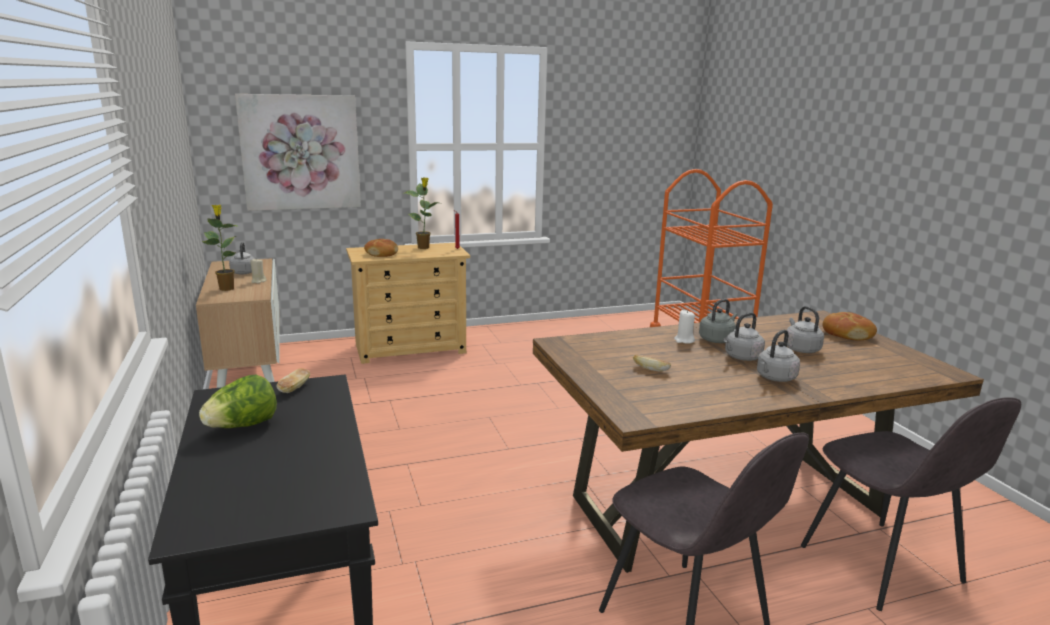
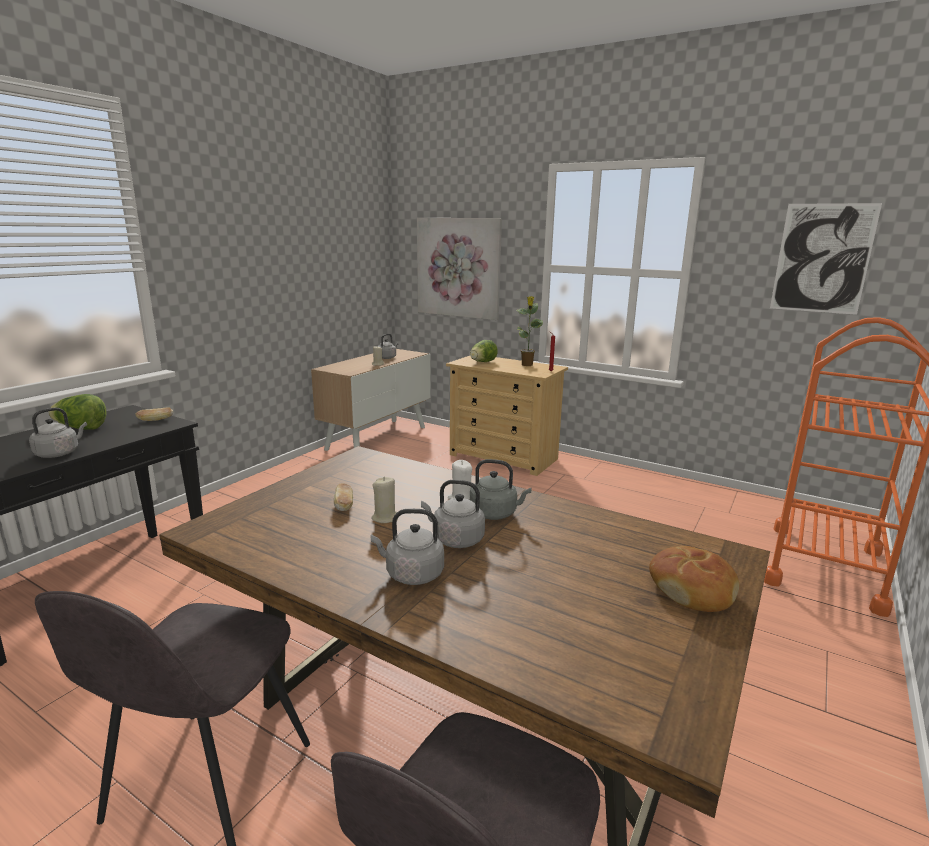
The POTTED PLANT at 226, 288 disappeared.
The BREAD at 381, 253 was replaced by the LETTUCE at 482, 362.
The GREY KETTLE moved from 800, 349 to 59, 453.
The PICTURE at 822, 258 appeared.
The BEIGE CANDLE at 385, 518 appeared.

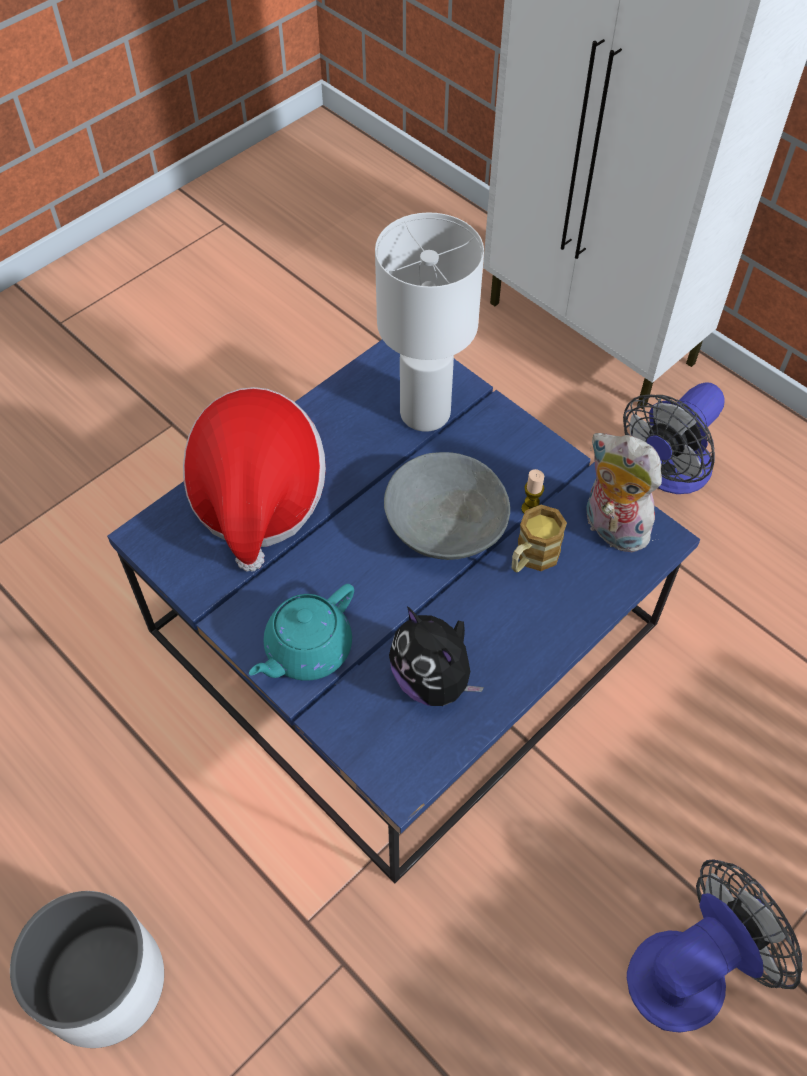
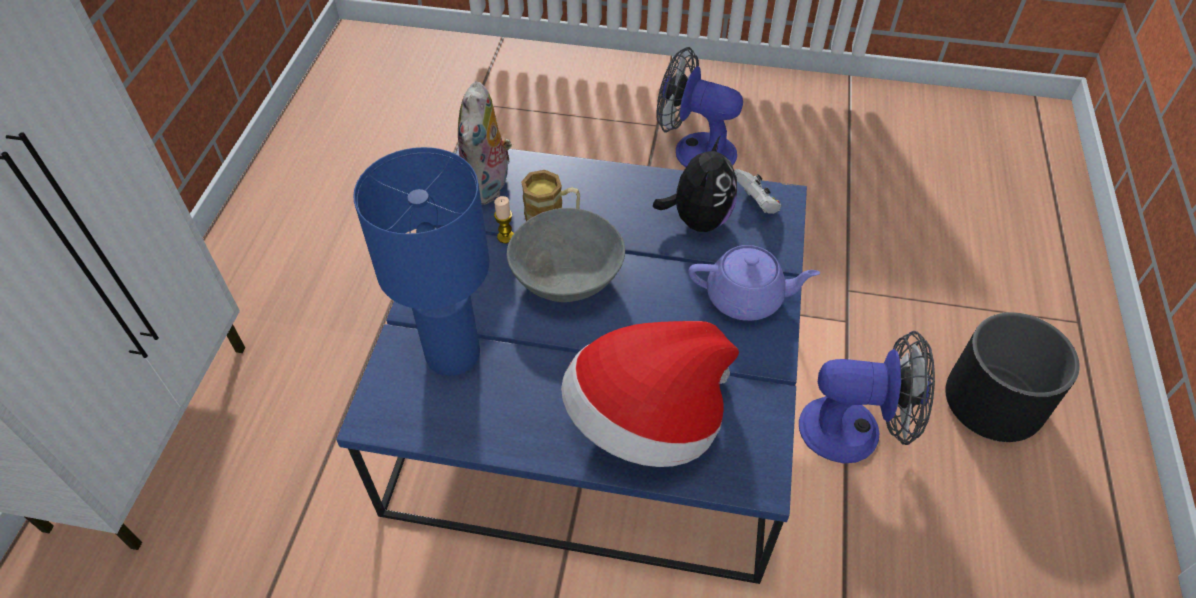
The WHITE TABLE LAMP at 423, 413 became the BLUE TABLE LAMP at 453, 355.
The FAN moved from 668, 473 to 854, 430.
The TURQUOISE TEAPOT at 307, 650 became the PURPLE TEAPOT at 746, 298.
The WHITE PLANTER at 103, 982 became the BLACK PLANTER at 993, 403.
The WHITE GAME CONTROLLER at 755, 204 appeared.

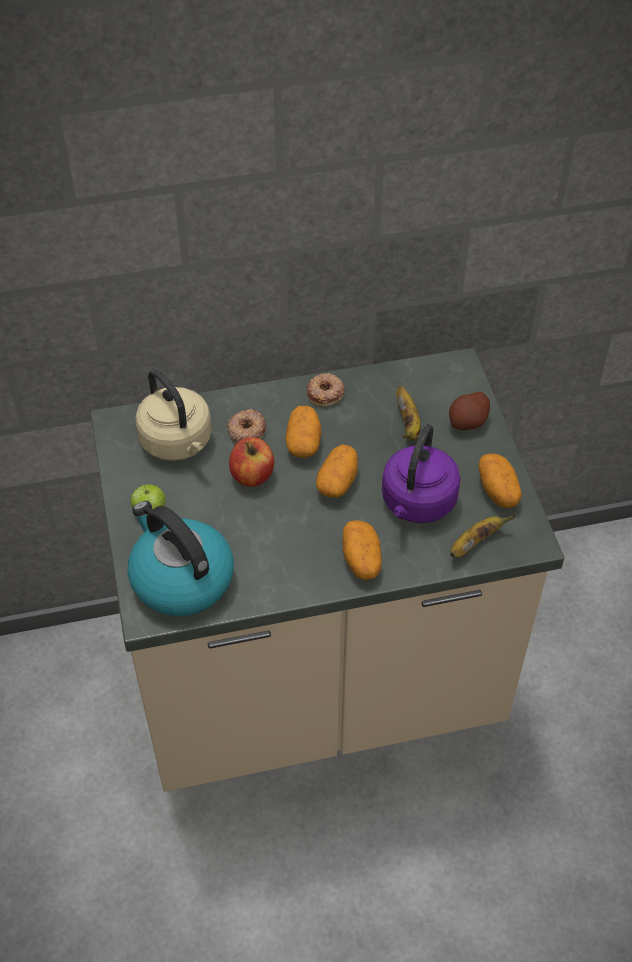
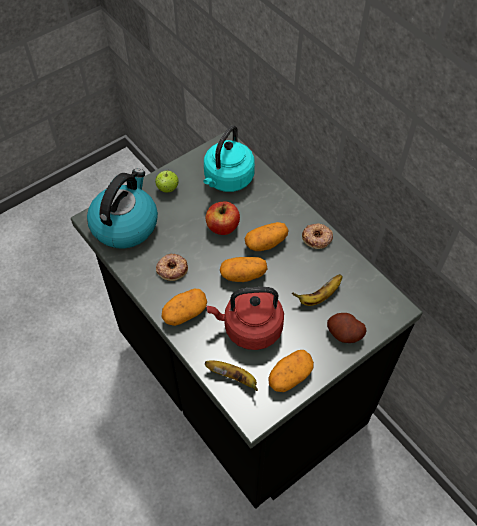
The BEIGE COUNTER at 316, 684 became the BLACK COUNTER at 238, 384.
The BEIGE KETTLE at 178, 443 became the TURQUOISE KETTLE at 227, 180.
The DONUT moved from 246, 430 to 172, 269.
The PURPLE KETTLE at 417, 503 became the RED KETTLE at 249, 328.

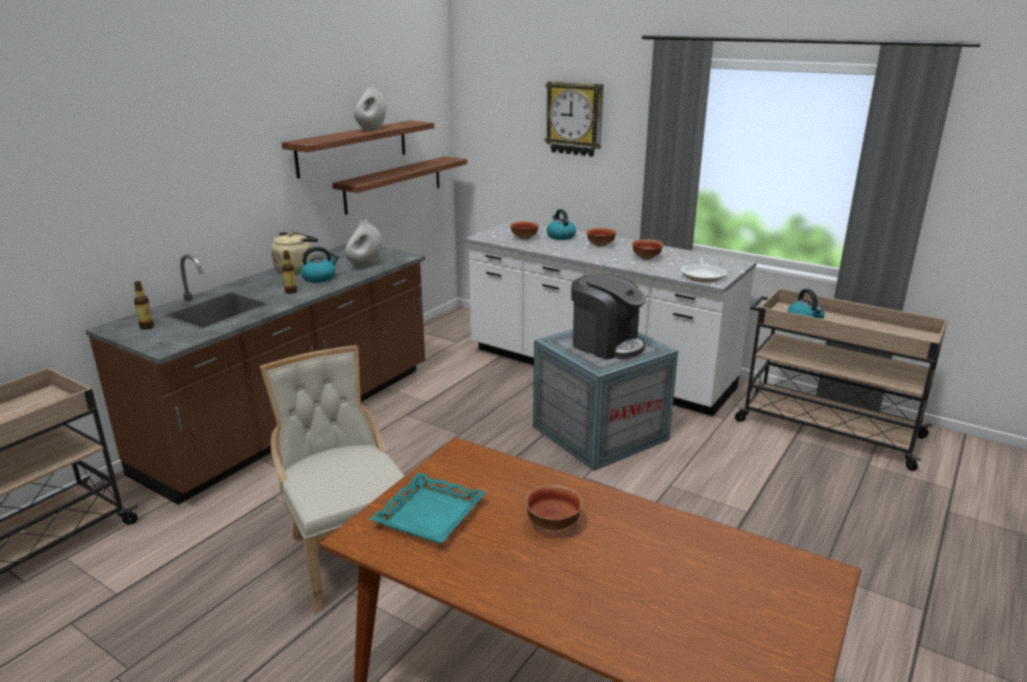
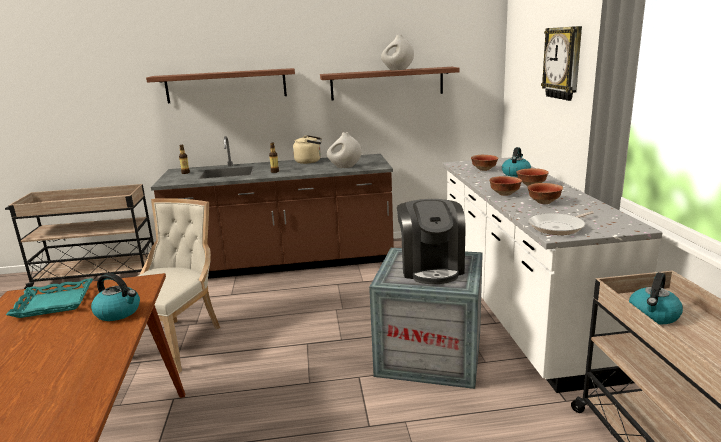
The SHELF moved from 394, 184 to 226, 85.
The KETTLE moved from 319, 278 to 119, 312.
The BOWL moved from 552, 523 to 504, 194.

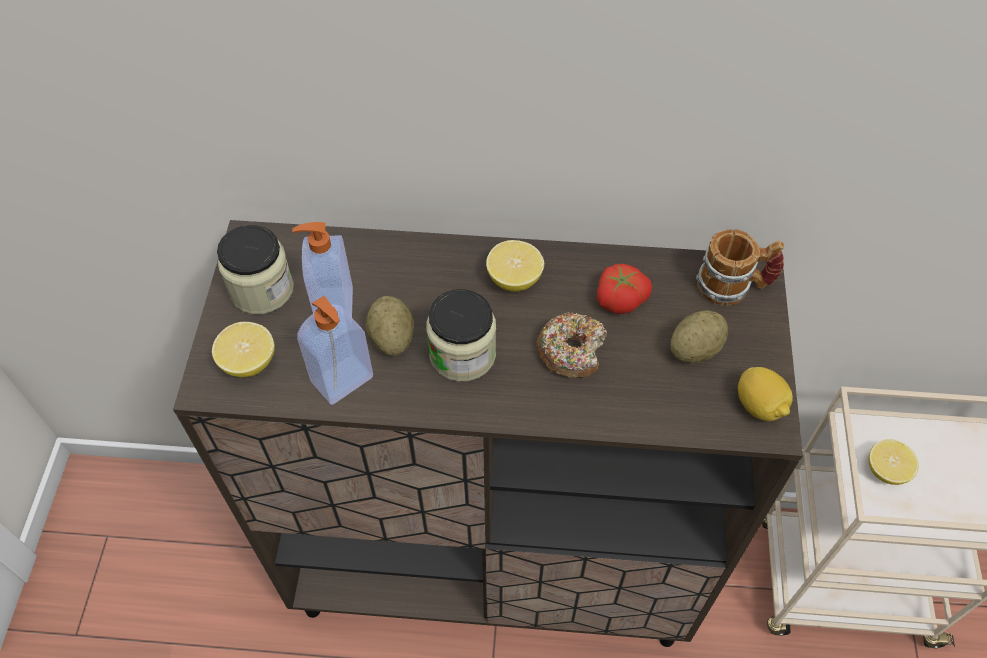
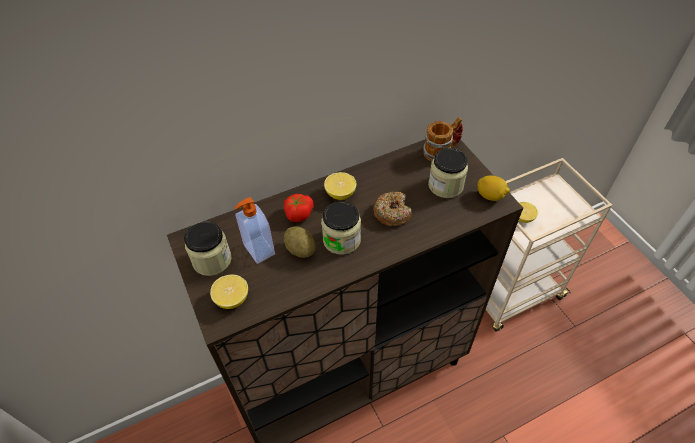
The TOMATO moved from 619, 298 to 298, 213.
The SOAP DISPENSER at 343, 381 disappeared.
The POTATO at 695, 349 was replaced by the JAR at 445, 185.

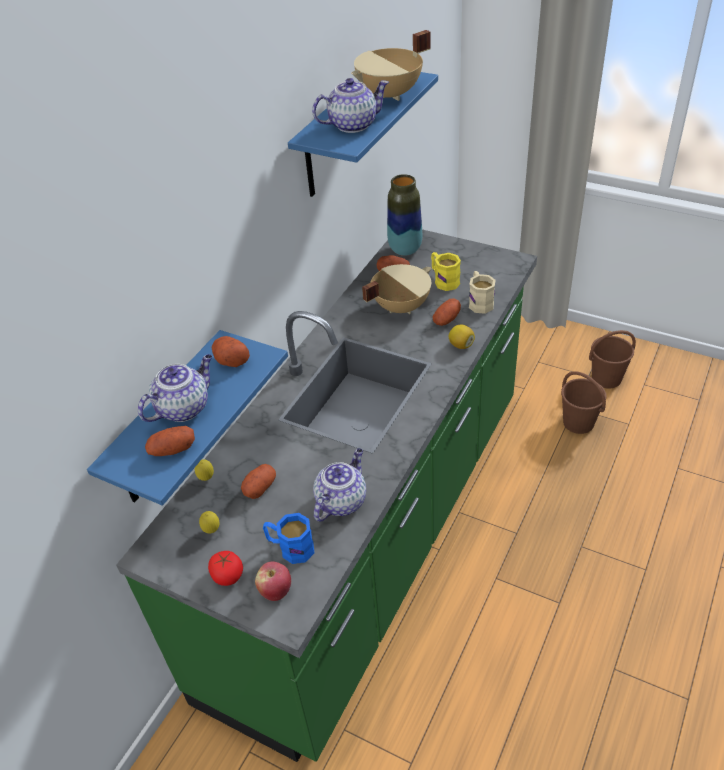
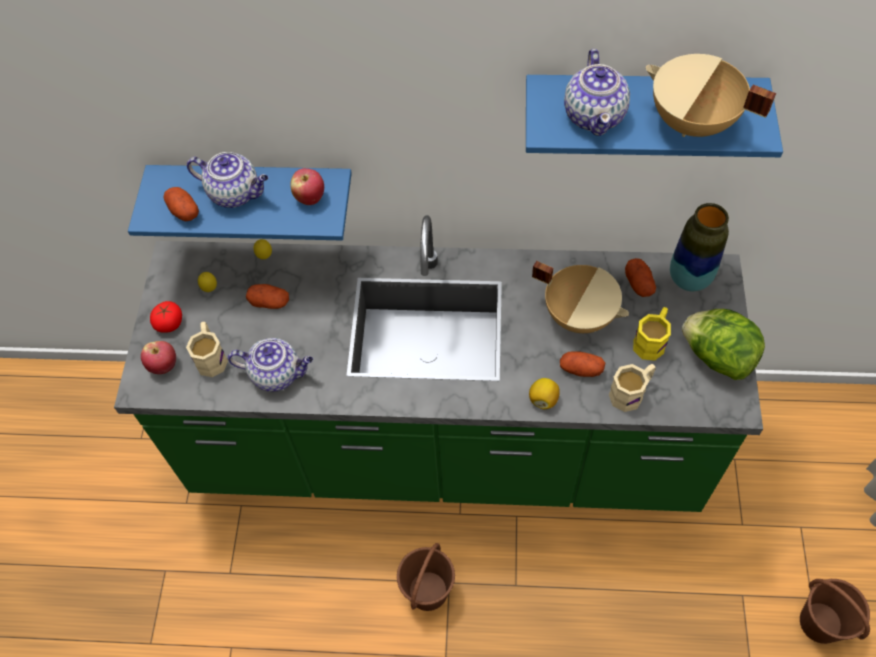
The TEAPOT at 352, 125 turned 45 degrees clockwise.
The POTATO at 231, 360 was replaced by the APPLE at 310, 198.
The BROWN BUCKET moved from 579, 423 to 427, 591.
The BLUE MUG at 290, 548 became the BEIGE MUG at 211, 356.
The LETTUCE at 717, 356 appeared.

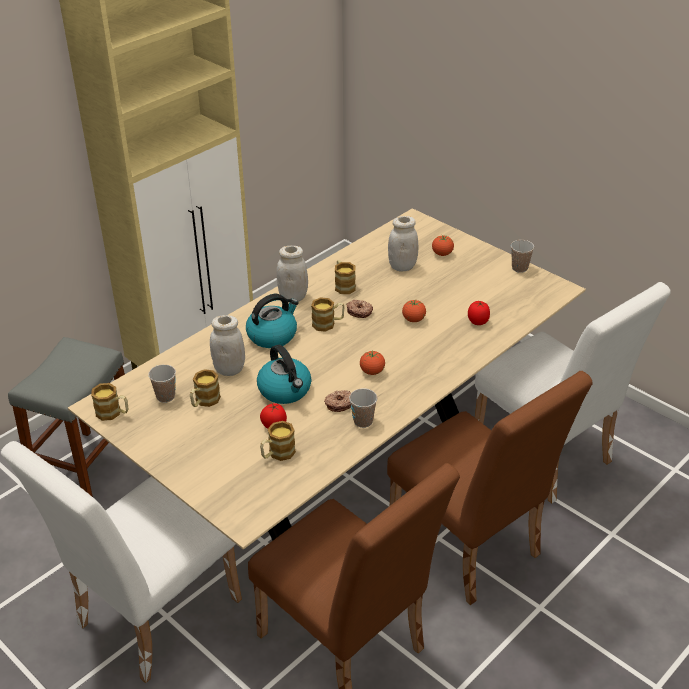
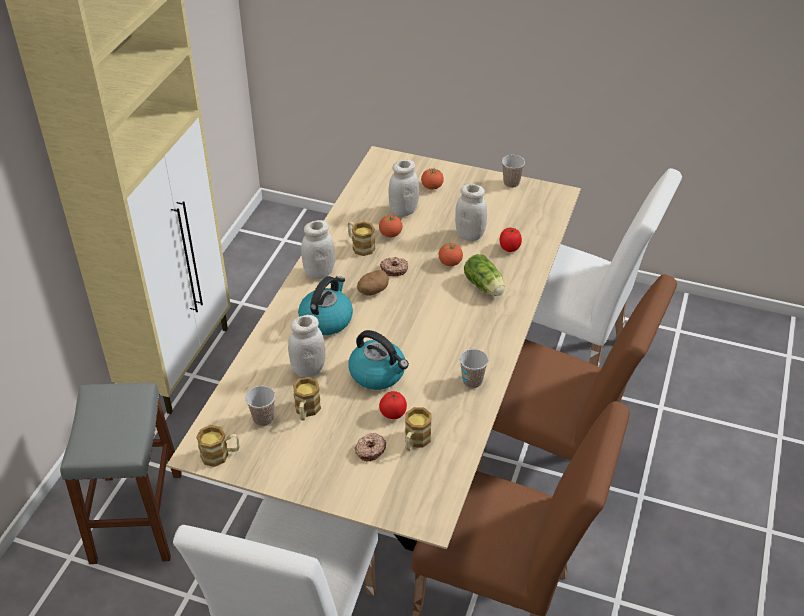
The MUG at 328, 324 was replaced by the POTATO at 372, 291.
The TOMATO moved from 372, 371 to 390, 234.
The DONUT moved from 339, 404 to 370, 450.
The WHITE JAR at 470, 235 appeared.
The LETTUCE at 485, 287 appeared.

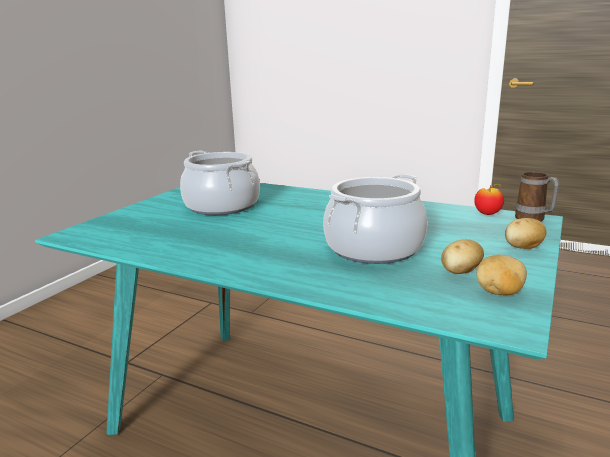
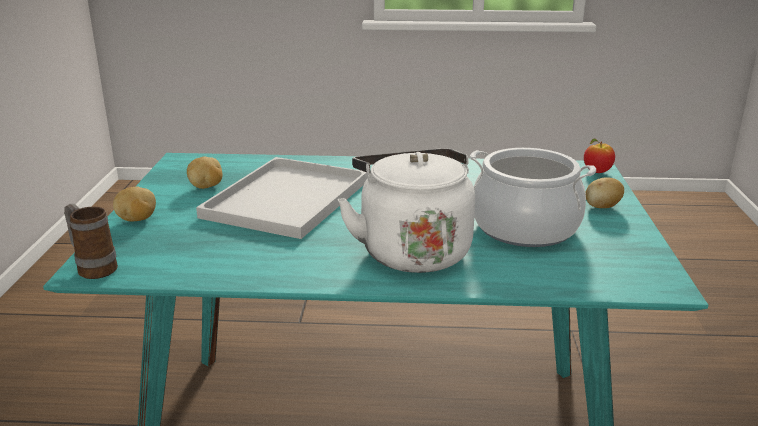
The COOKING POT at 374, 248 was replaced by the WHITE TRAY at 287, 197.
The APPLE moved from 487, 214 to 597, 172.
The POTATO moved from 499, 293 to 602, 207.
The WHITE KETTLE at 412, 250 appeared.

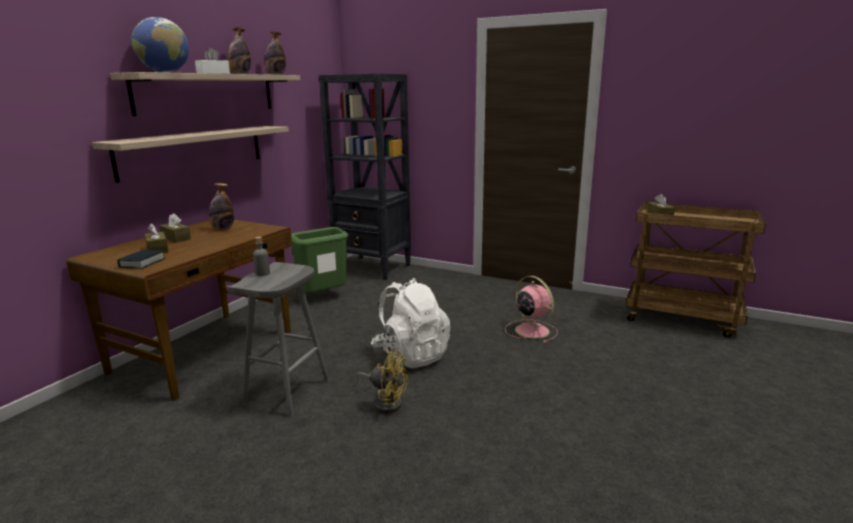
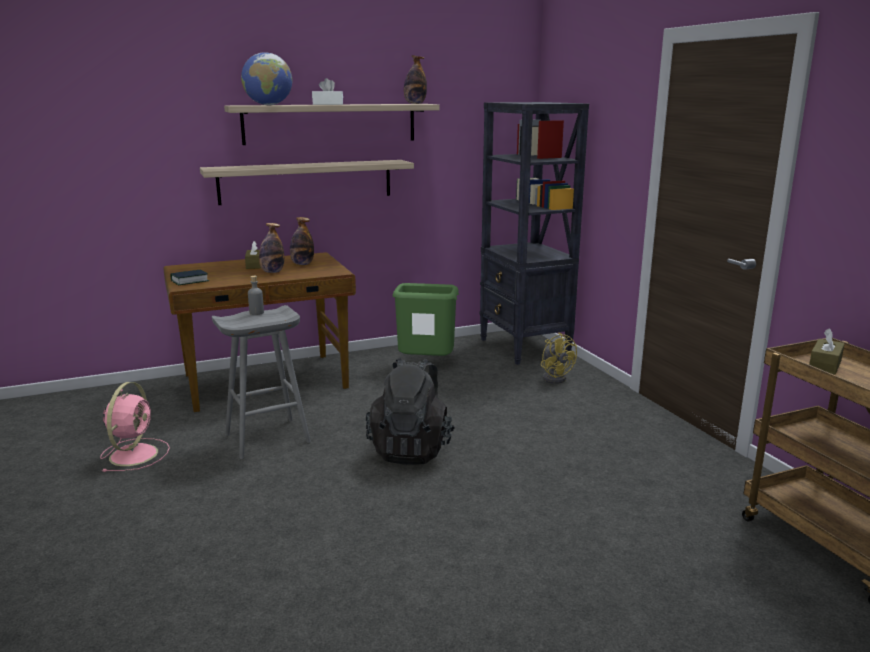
The BOTTLE moved from 240, 74 to 272, 272.
The BROWN TISSUE BOX at 157, 249 disappeared.
The PINK FAN moved from 530, 330 to 135, 454.
The WHITE BACKPACK at 411, 355 became the BLACK BACKPACK at 411, 449.
The YELLOW FAN moved from 385, 402 to 555, 377.

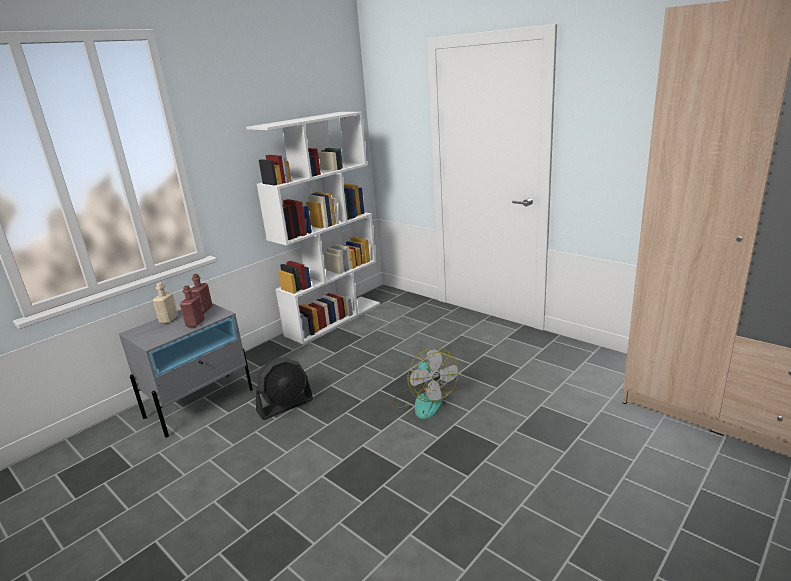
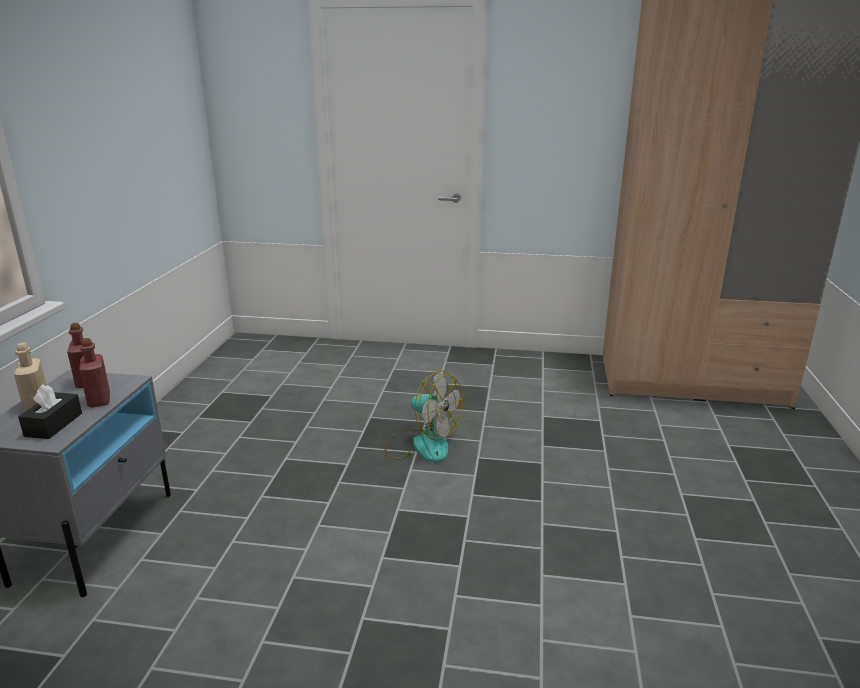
The WHITE BOOKCASE at 334, 319 disappeared.
The BLACK FAN at 285, 406 disappeared.
The BLACK TISSUE BOX at 53, 425 appeared.

